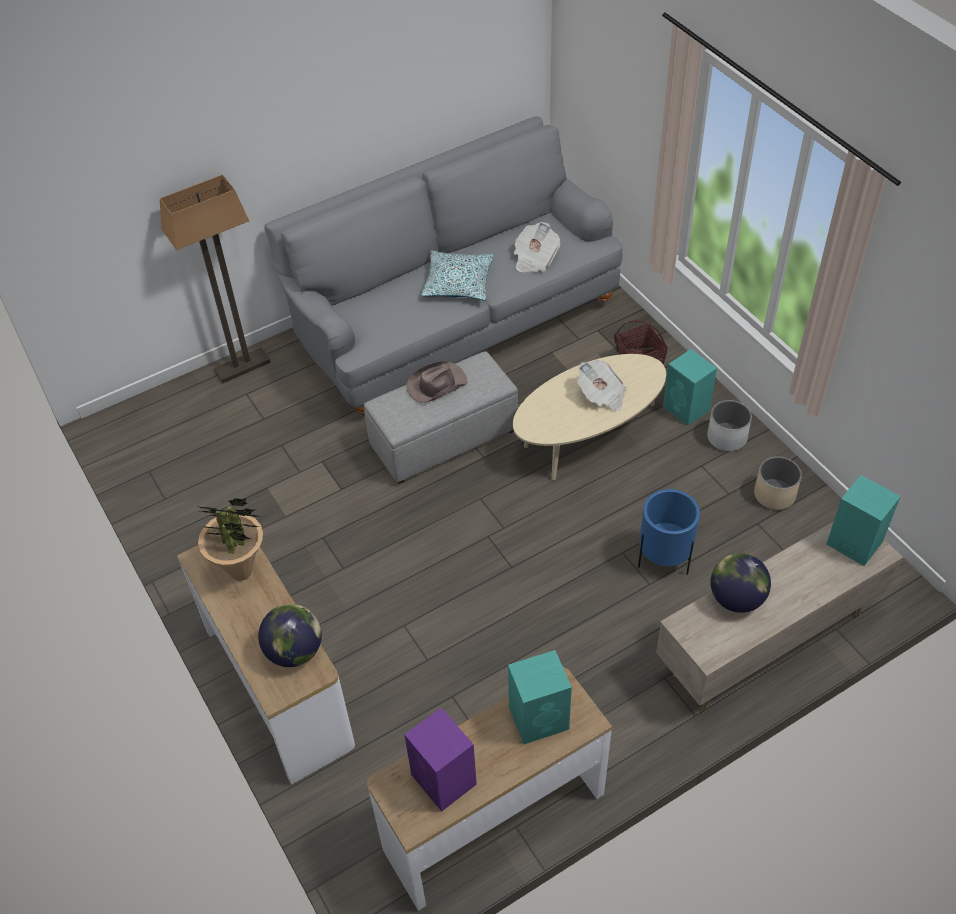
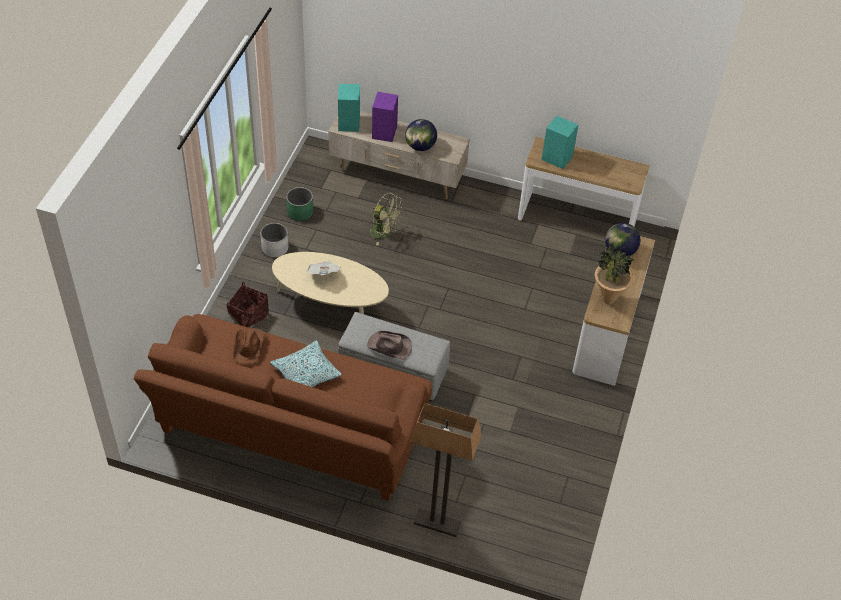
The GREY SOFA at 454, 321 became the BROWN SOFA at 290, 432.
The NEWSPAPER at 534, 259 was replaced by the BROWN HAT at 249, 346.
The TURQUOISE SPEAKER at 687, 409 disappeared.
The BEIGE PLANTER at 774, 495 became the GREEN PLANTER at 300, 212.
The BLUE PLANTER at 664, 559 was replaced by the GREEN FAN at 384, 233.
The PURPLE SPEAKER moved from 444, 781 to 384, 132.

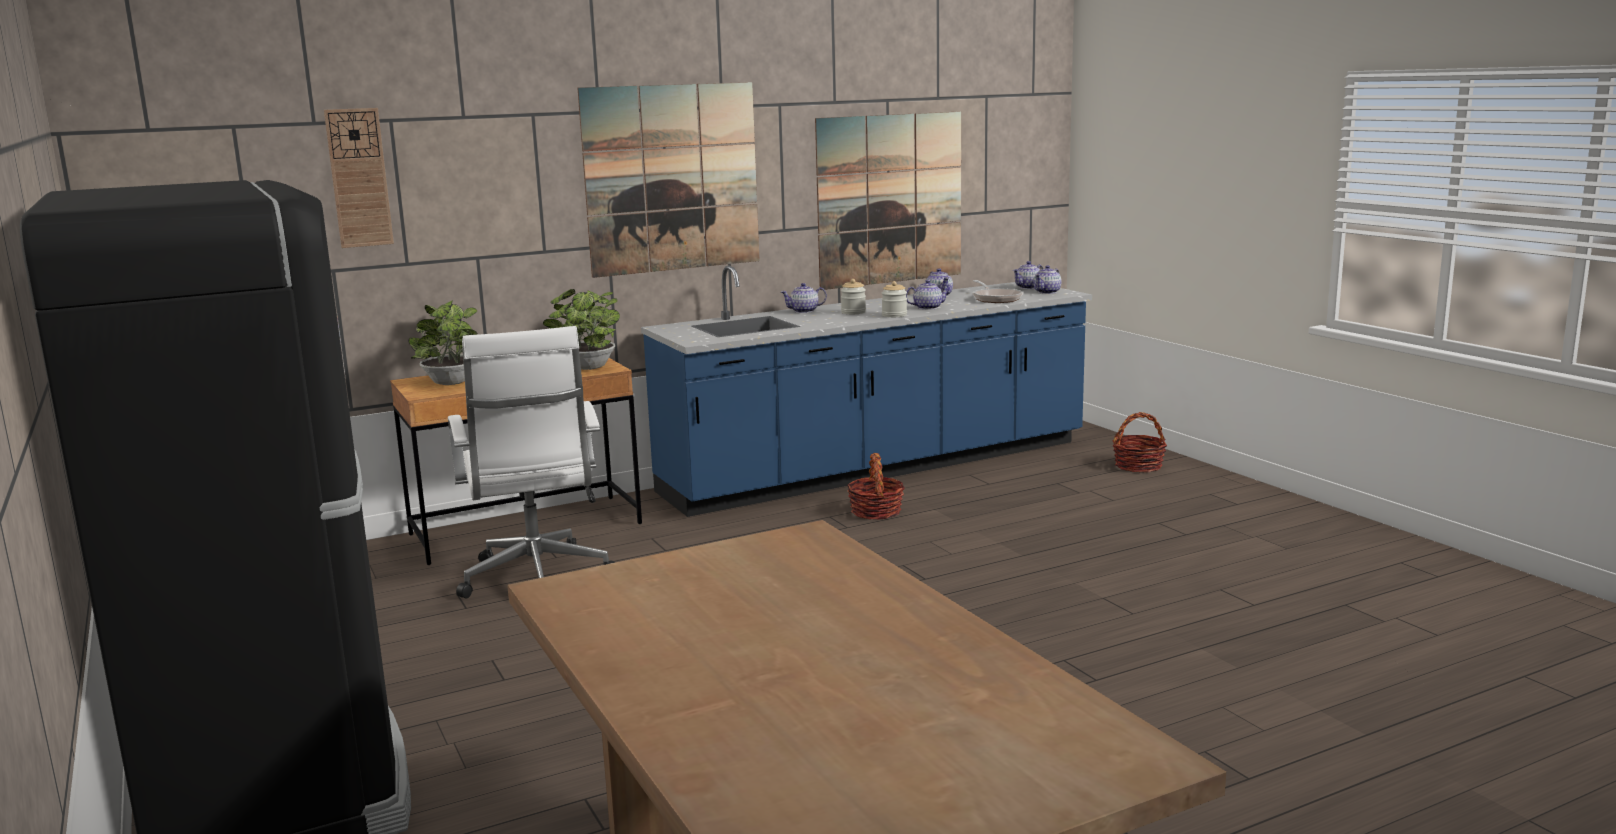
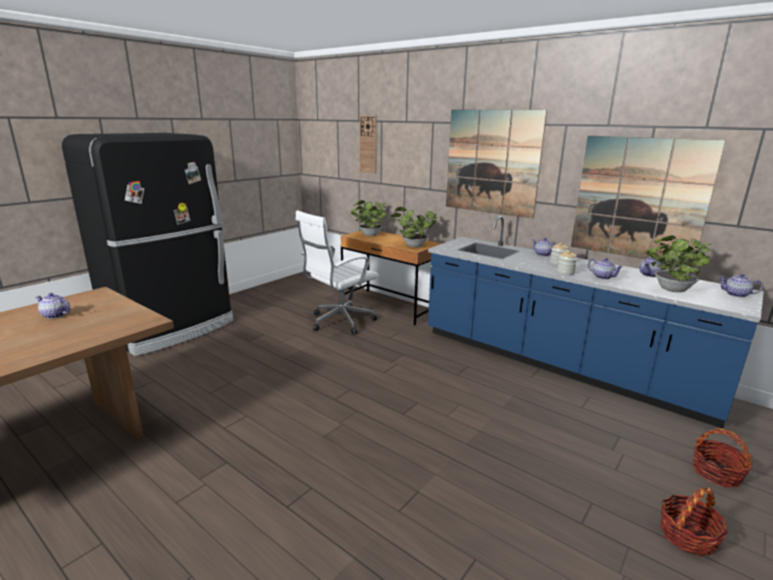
The TEAPOT moved from 1047, 292 to 55, 315.
The FRYING PAN at 995, 298 was replaced by the POTTED PLANT at 670, 290.
The BASKET moved from 876, 512 to 687, 536.

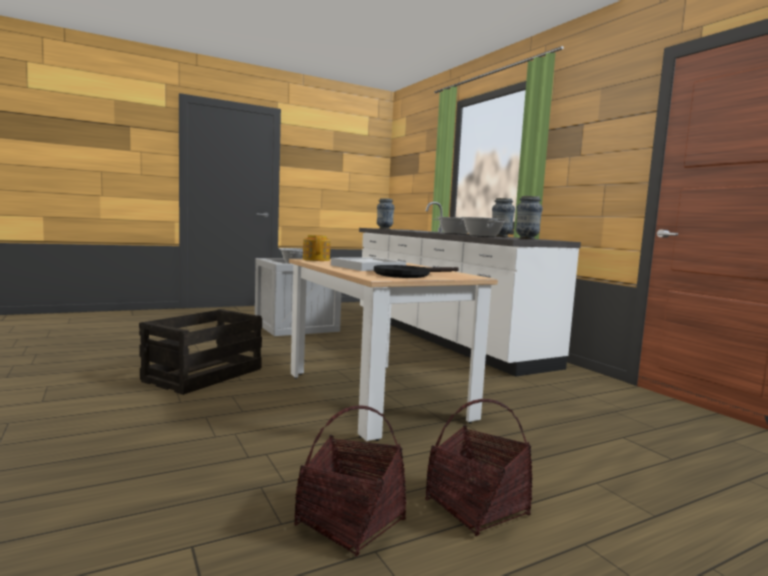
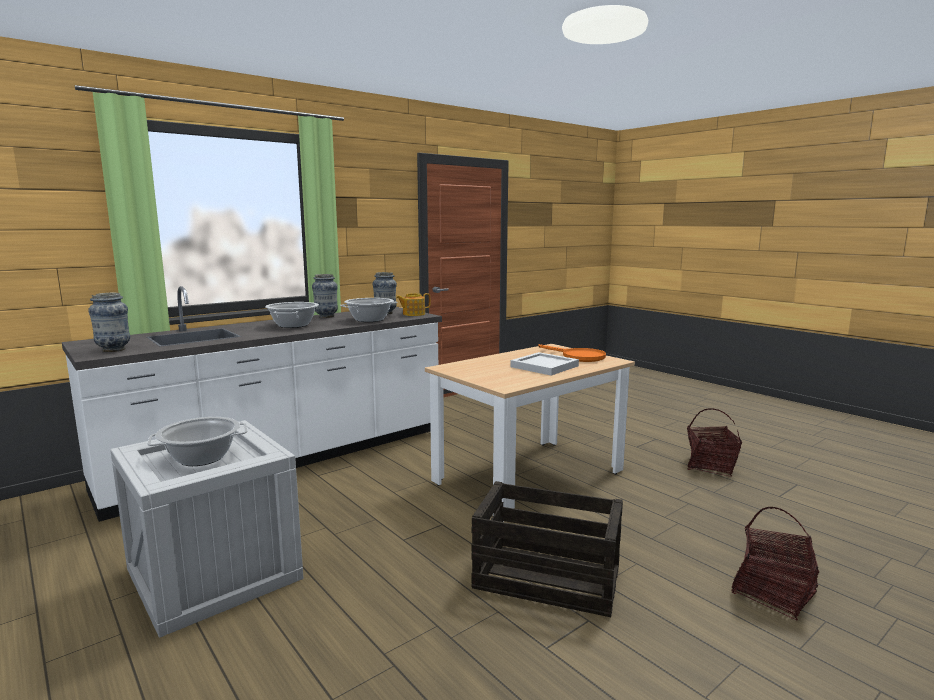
The TEAPOT moved from 316, 260 to 413, 314.
The BLACK FRYING PAN at 408, 275 became the ORANGE FRYING PAN at 578, 357.
The BASKET moved from 477, 508 to 773, 593.

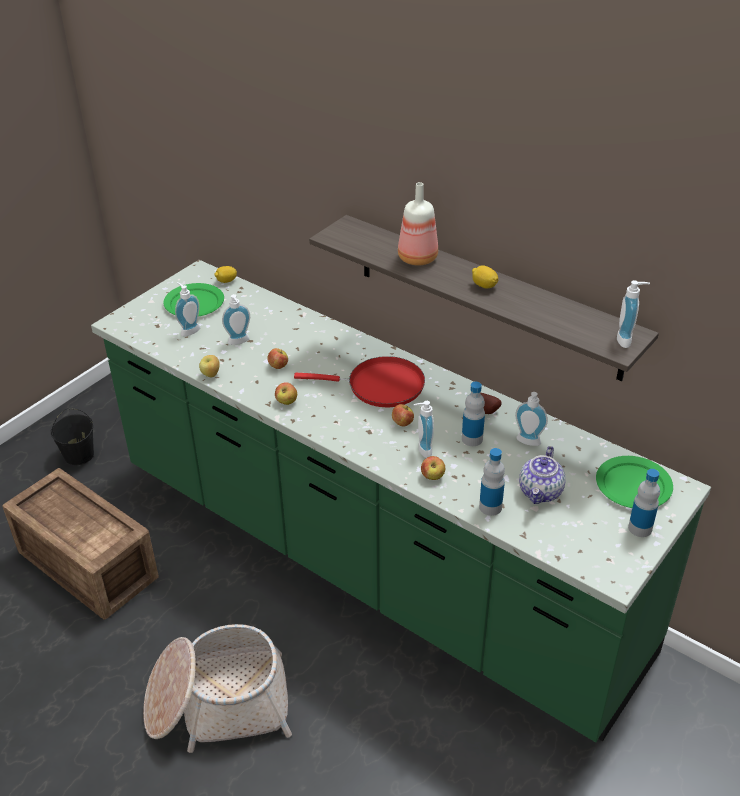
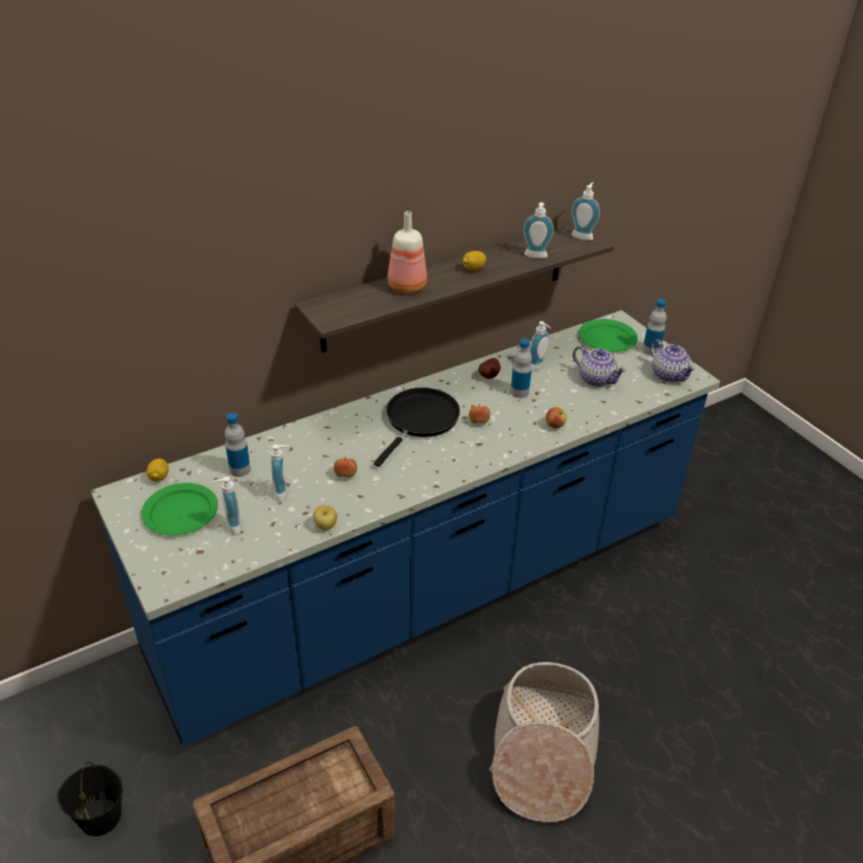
The GREEN COUNTER at 372, 560 became the BLUE COUNTER at 427, 588.
The RED FRYING PAN at 380, 386 became the BLACK FRYING PAN at 420, 420.
The APPLE at 286, 402 disappeared.
The SOAP DISPENSER moved from 422, 450 to 535, 257.
The BOTTLE moved from 490, 507 to 240, 469.
The TEAPOT at 669, 375 appeared.

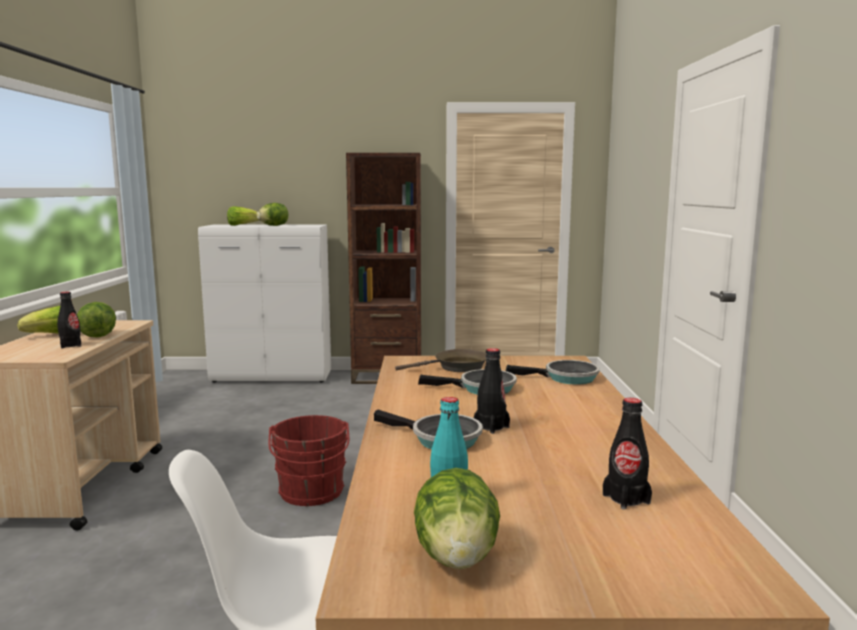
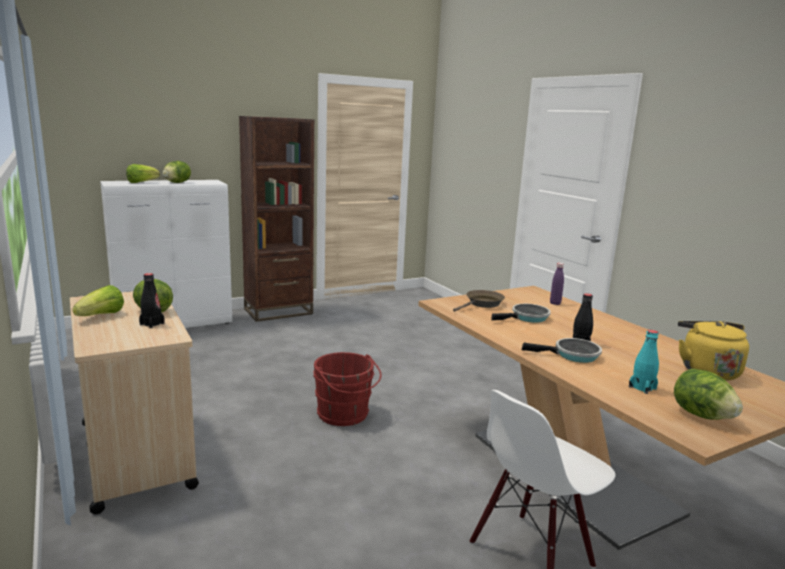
The FRYING PAN at 566, 378 was replaced by the PURPLE BOTTLE at 555, 303.
The BLACK BOTTLE at 626, 499 was replaced by the YELLOW KETTLE at 706, 370.

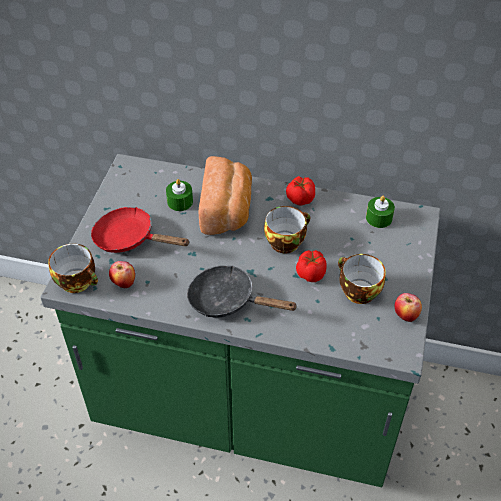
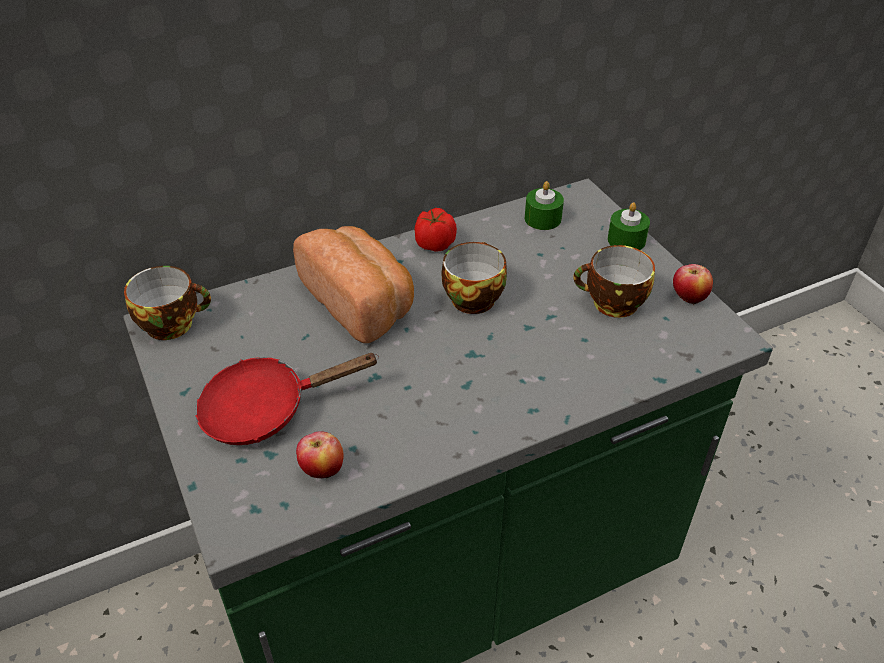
The GREEN CANDLE moved from 180, 201 to 626, 240.
The CUP moved from 78, 281 to 173, 323.
The TOMATO at 311, 273 disappeared.
The BLACK FRYING PAN at 228, 300 disappeared.

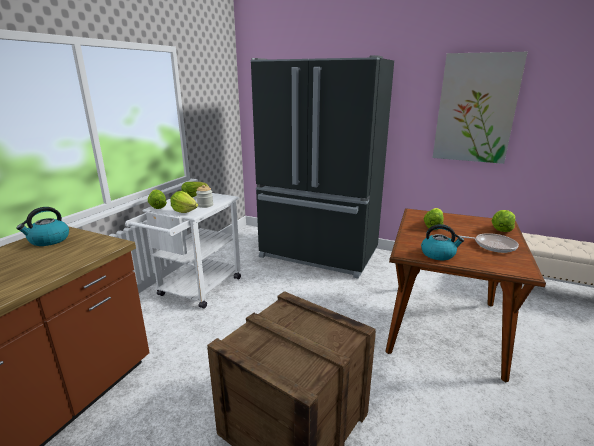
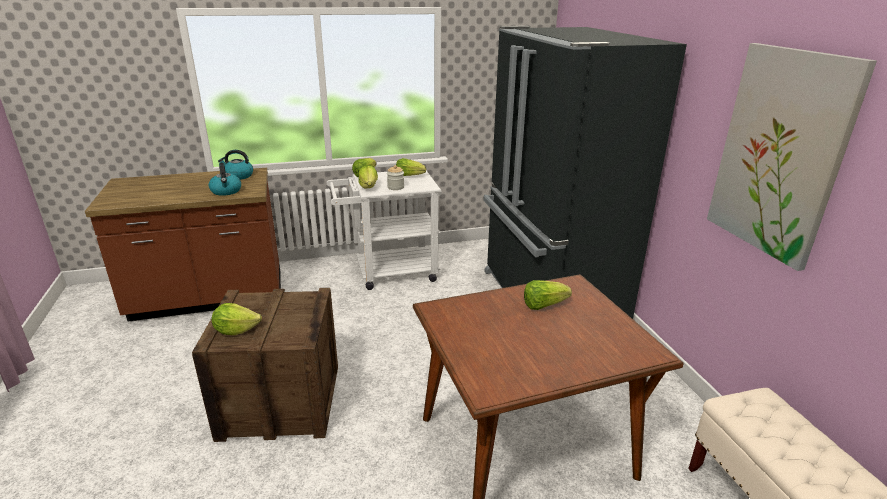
The LETTUCE moved from 501, 230 to 236, 330.
The KETTLE moved from 438, 254 to 226, 191.
The FRYING PAN at 492, 245 disappeared.

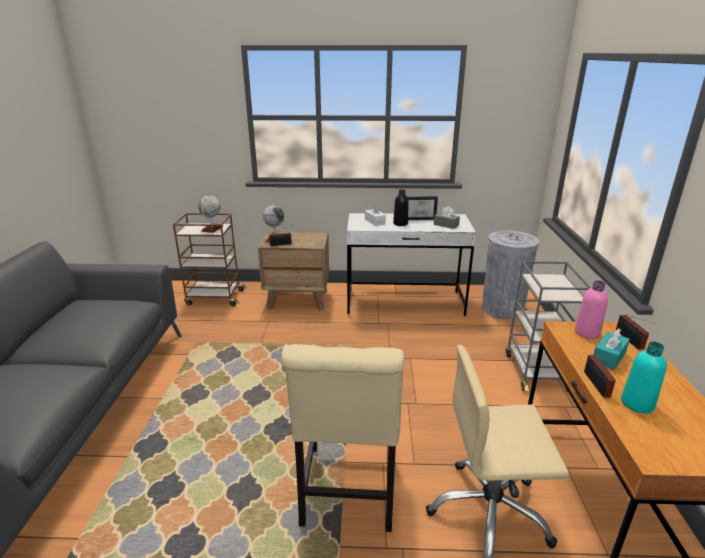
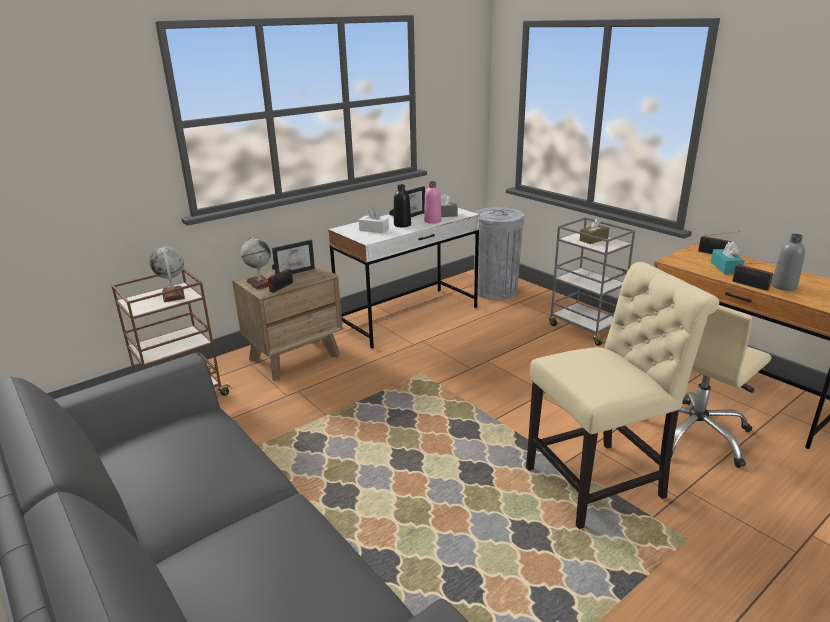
The PINK BOTTLE moved from 587, 332 to 432, 221.
The TURQUOISE BOTTLE at 637, 404 became the GREY BOTTLE at 783, 286.
The BEIGE CHAIR at 347, 492 turned 75 degrees counterclockwise.
The BROWN TISSUE BOX at 593, 239 appeared.
The PICTURE FRAME at 294, 271 appeared.

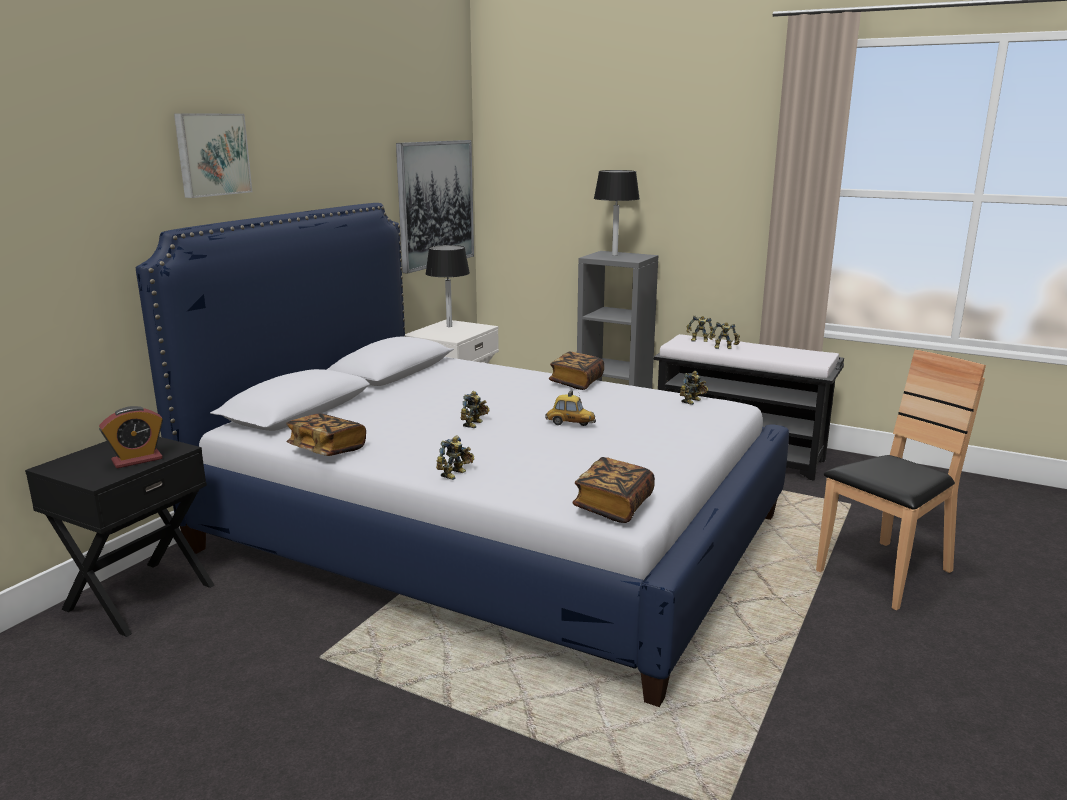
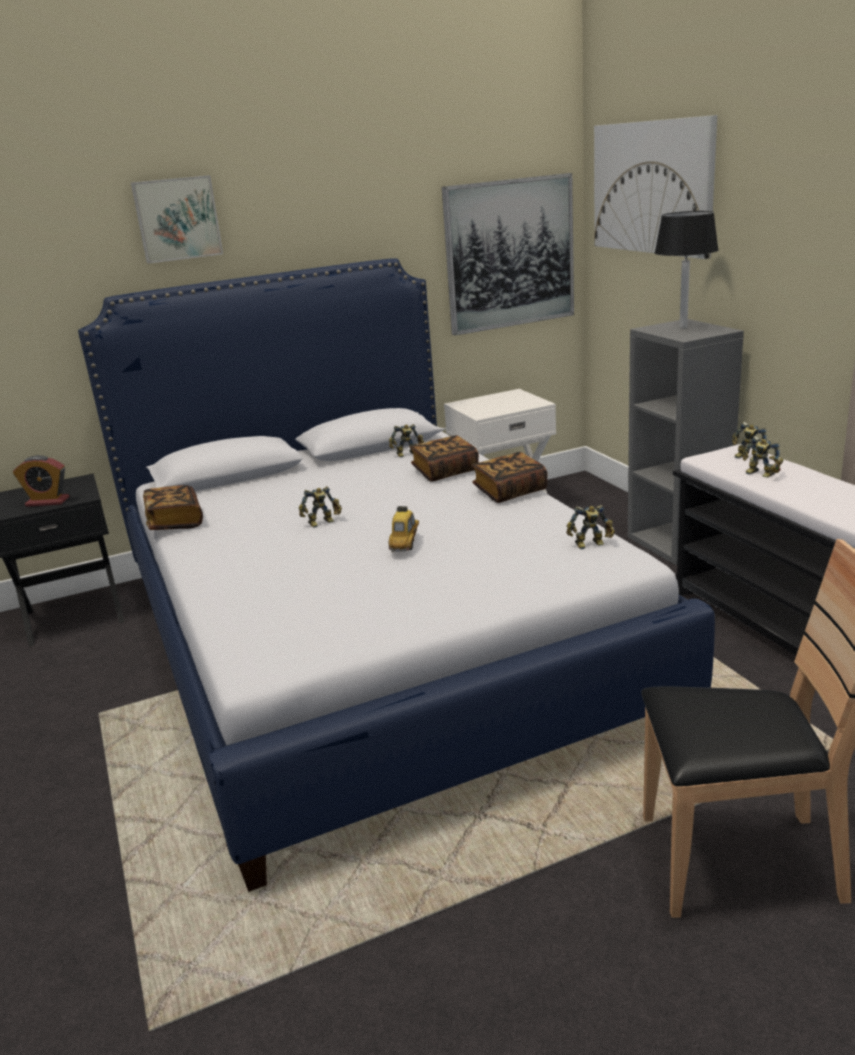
The BLACK TABLE LAMP at 449, 326 disappeared.
The TOY CAR at 570, 423 turned 135 degrees counterclockwise.
The TOY ROBOT moved from 455, 474 to 408, 454.
The BOOK moved from 613, 506 to 445, 471.
The PICTURE at 652, 187 appeared.

